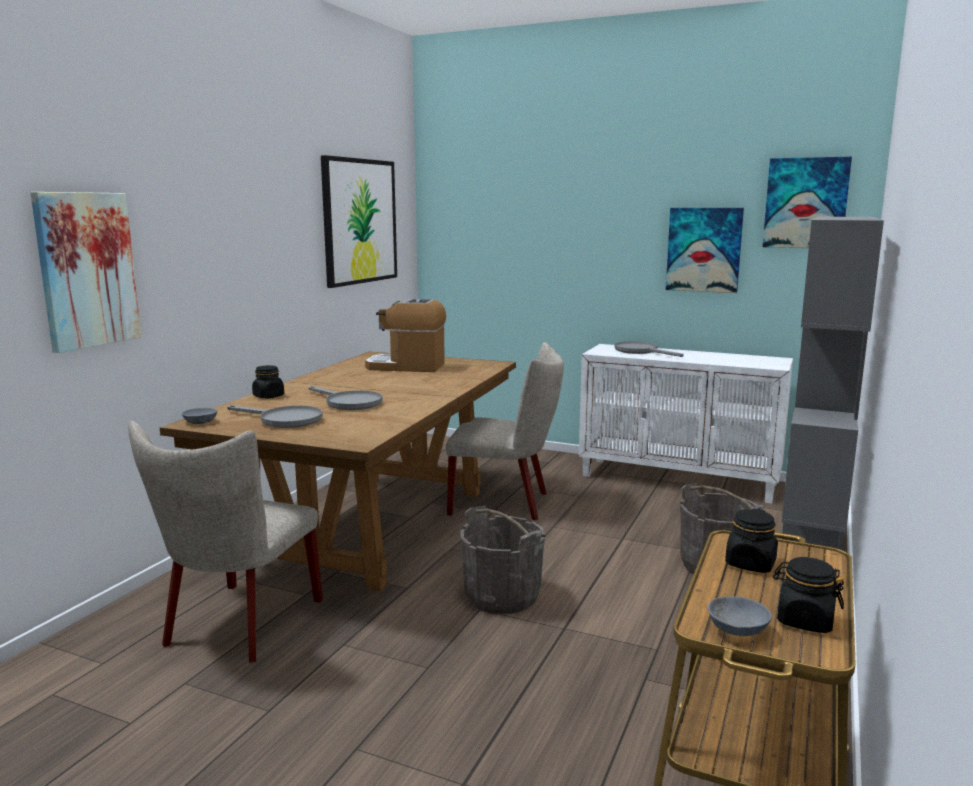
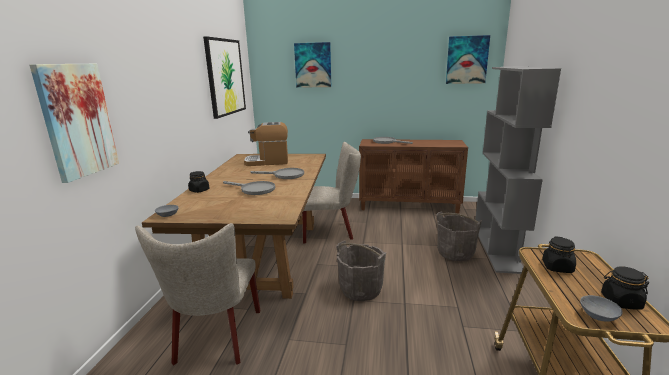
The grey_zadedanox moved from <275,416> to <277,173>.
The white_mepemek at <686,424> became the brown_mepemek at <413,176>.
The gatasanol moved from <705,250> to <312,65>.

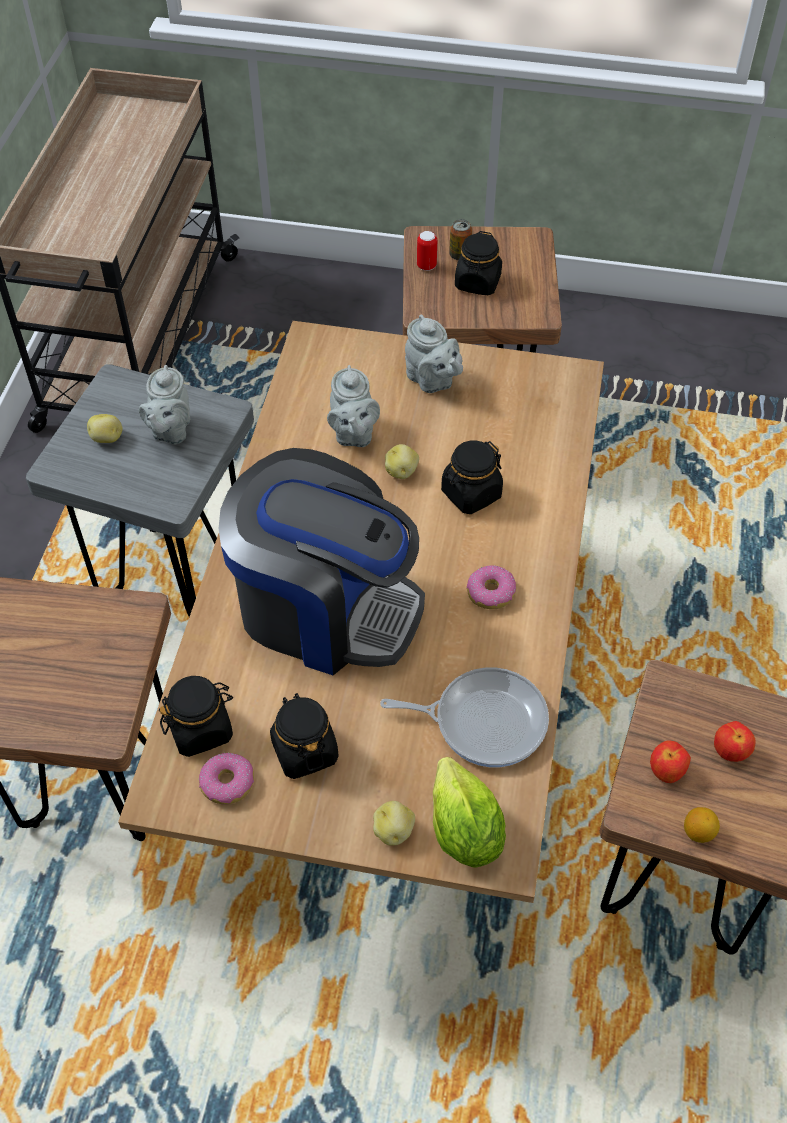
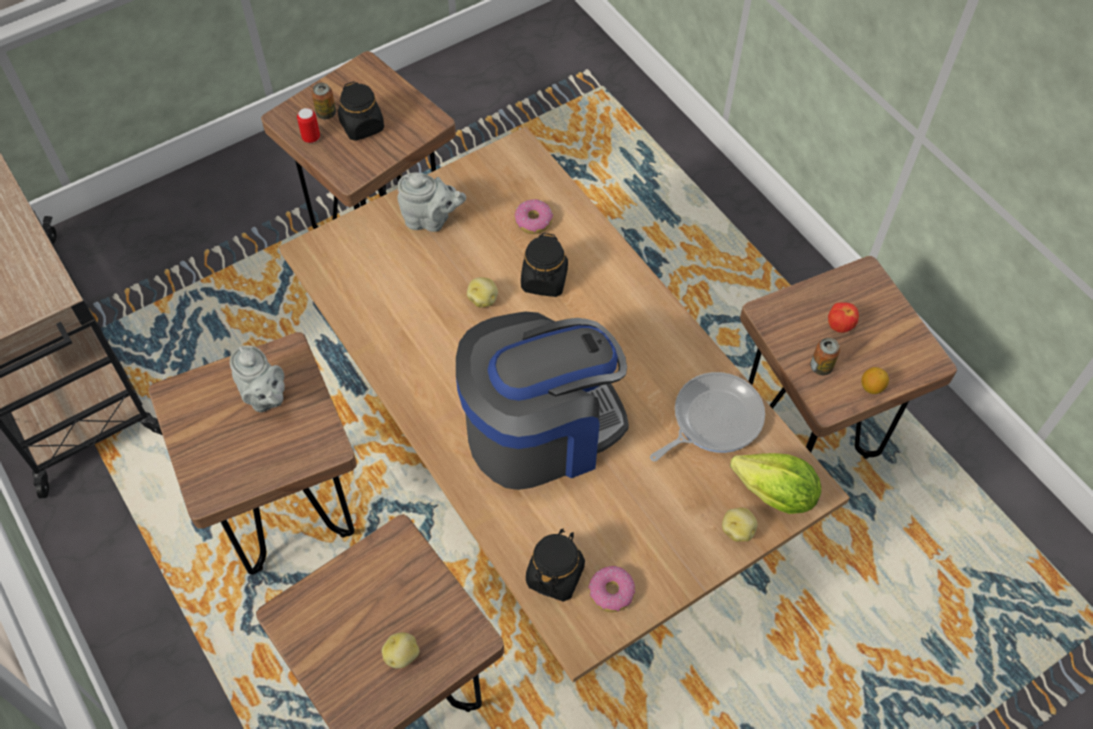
The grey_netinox at <140,490> became the brown_netinox at <252,453>.
The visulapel moved from <105,428> to <401,650>.
The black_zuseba at <304,736> disappeared.
The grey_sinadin at <353,406> disappeared.
The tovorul moved from <491,587> to <533,216>.
The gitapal at <670,762> was replaced by the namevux at <825,356>.

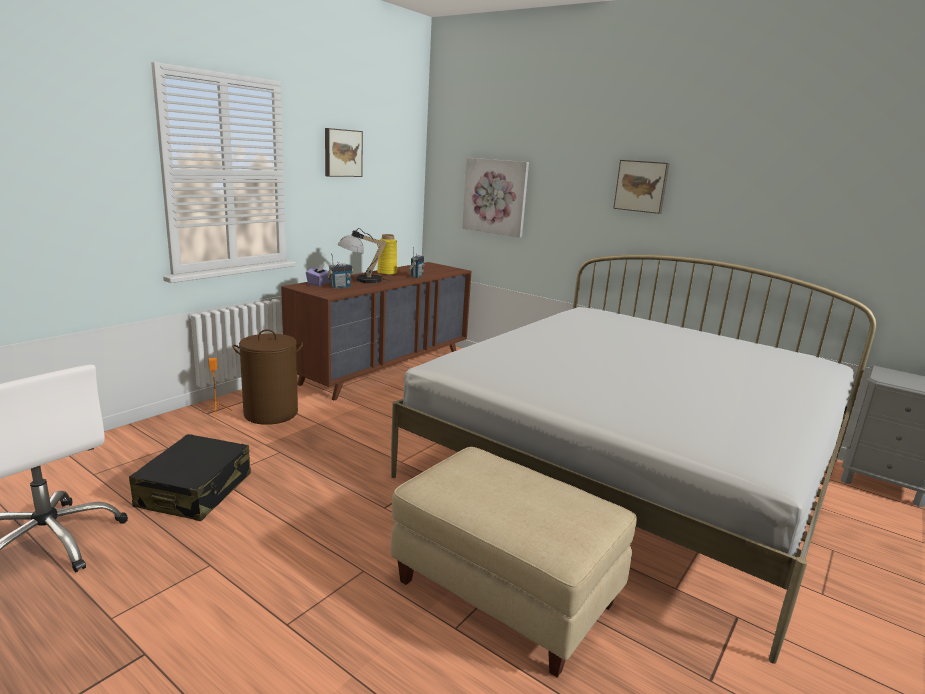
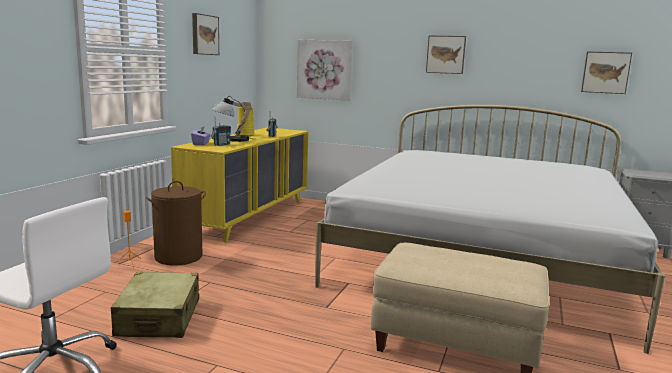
The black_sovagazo at <190,477> became the beige_sovagazo at <155,305>.
The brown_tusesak at <376,331> became the yellow_tusesak at <240,184>.
The gatasanol at <606,72> appeared.

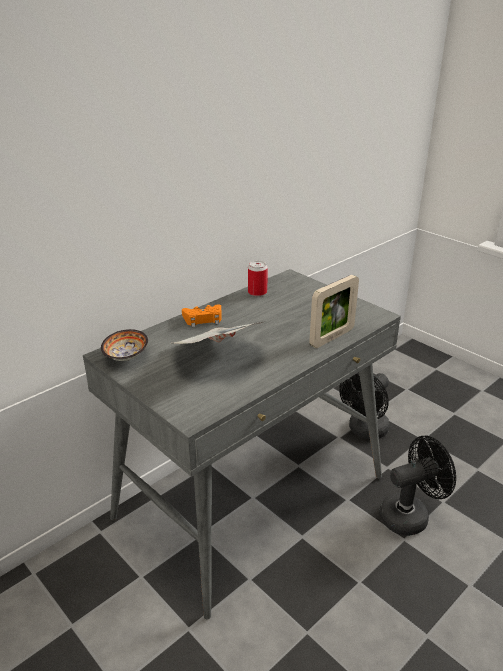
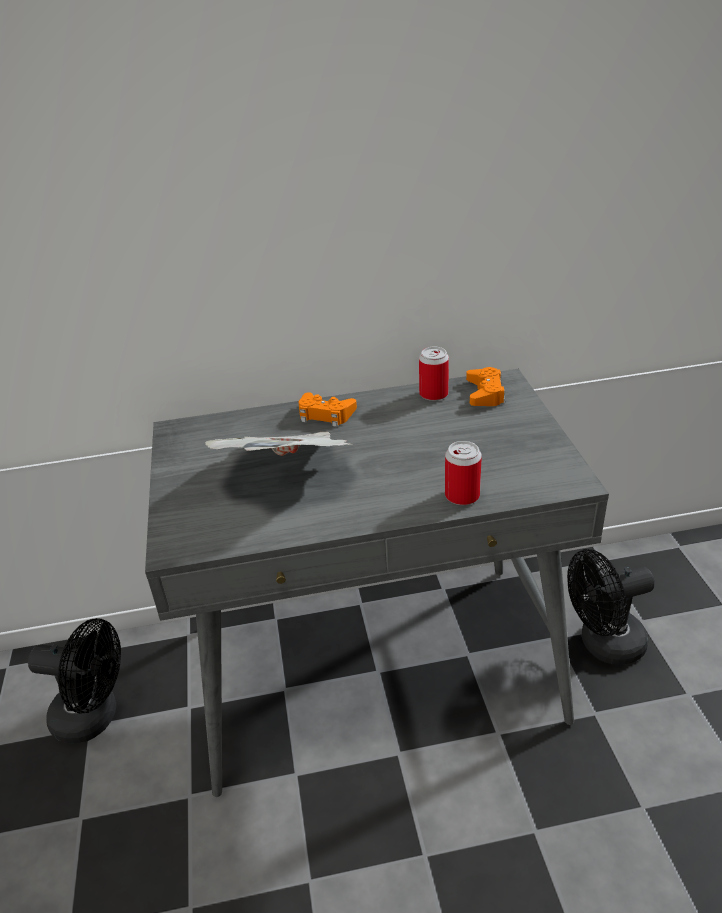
The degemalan at <124,345> disappeared.
The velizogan at <334,311> was replaced by the namevux at <463,473>.
The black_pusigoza moved from <417,486> to <74,680>.
The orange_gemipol at <485,386> appeared.

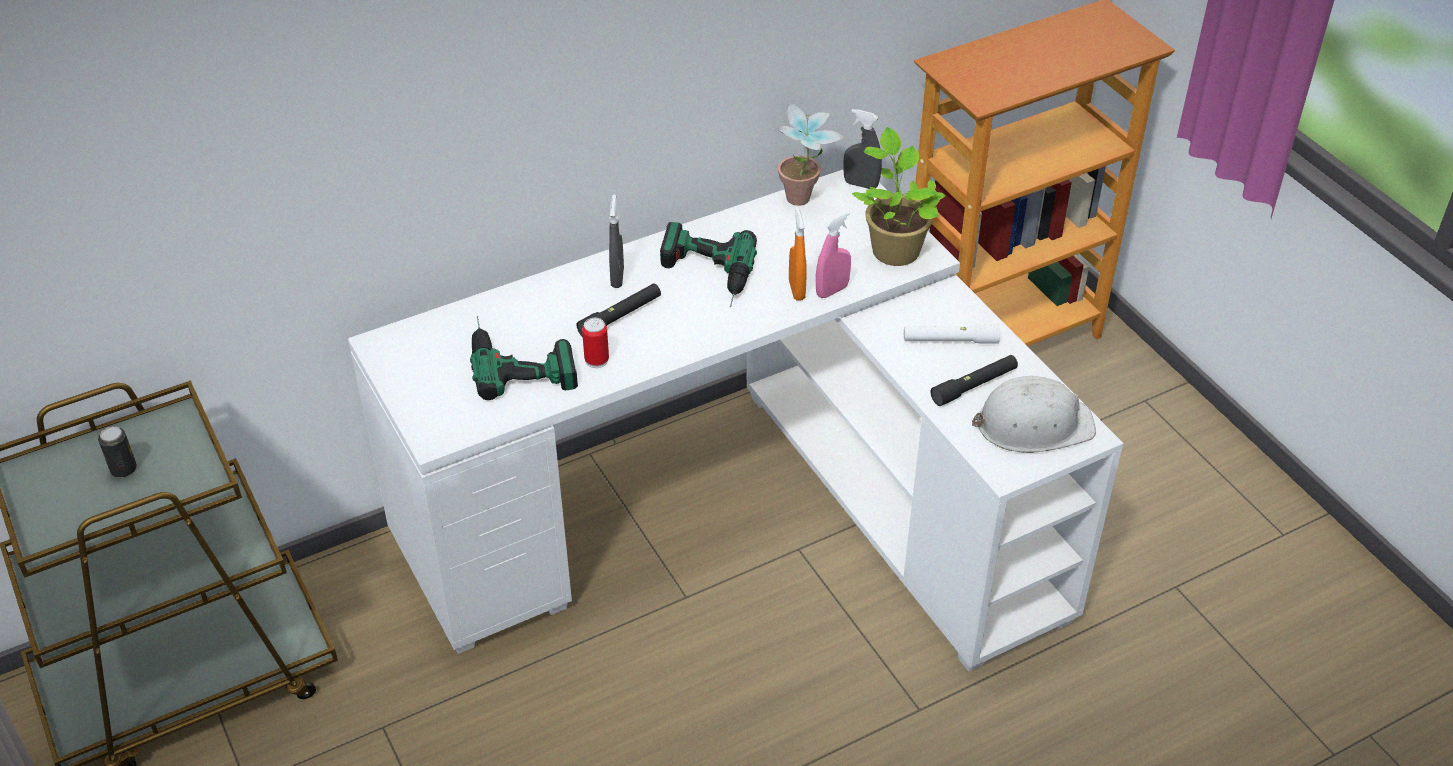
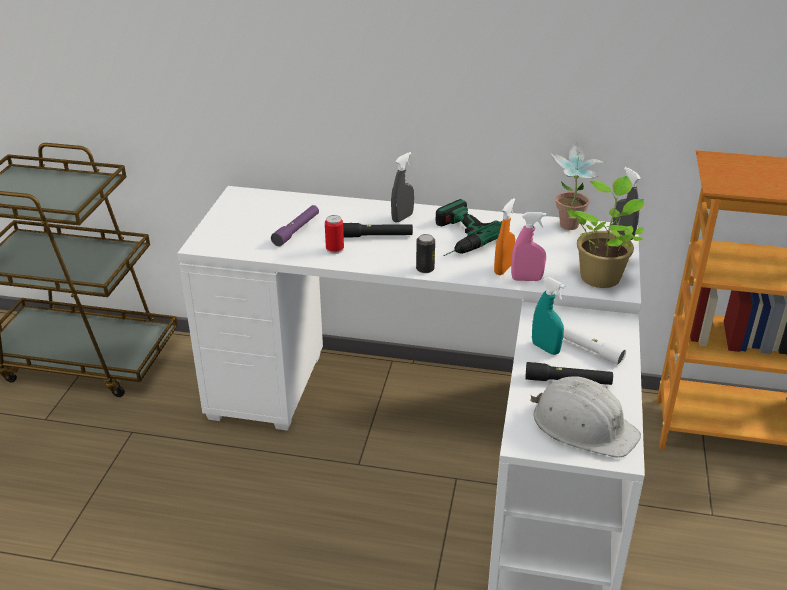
The namevux moved from <117,452> to <425,253>.
The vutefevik at <524,358> was replaced by the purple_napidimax at <295,225>.
The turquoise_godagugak at <549,316> appeared.

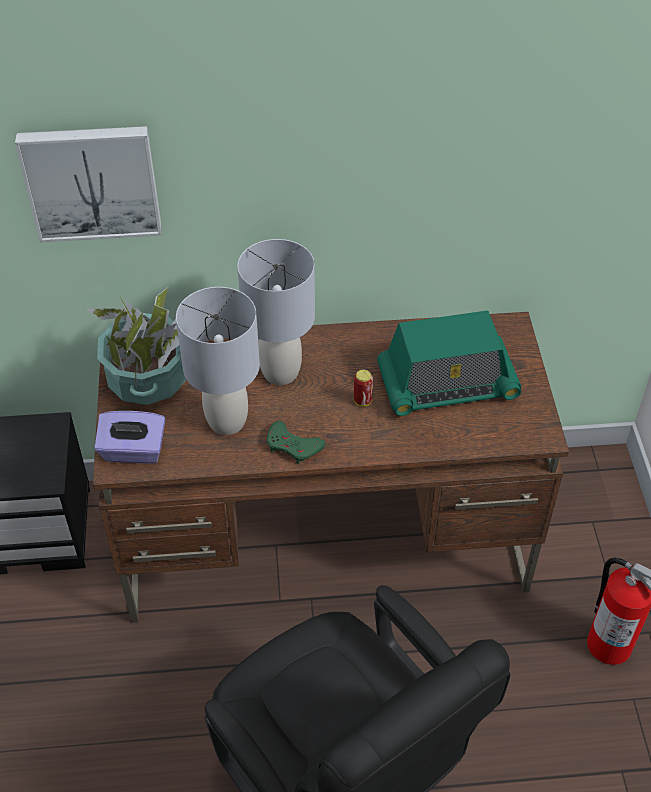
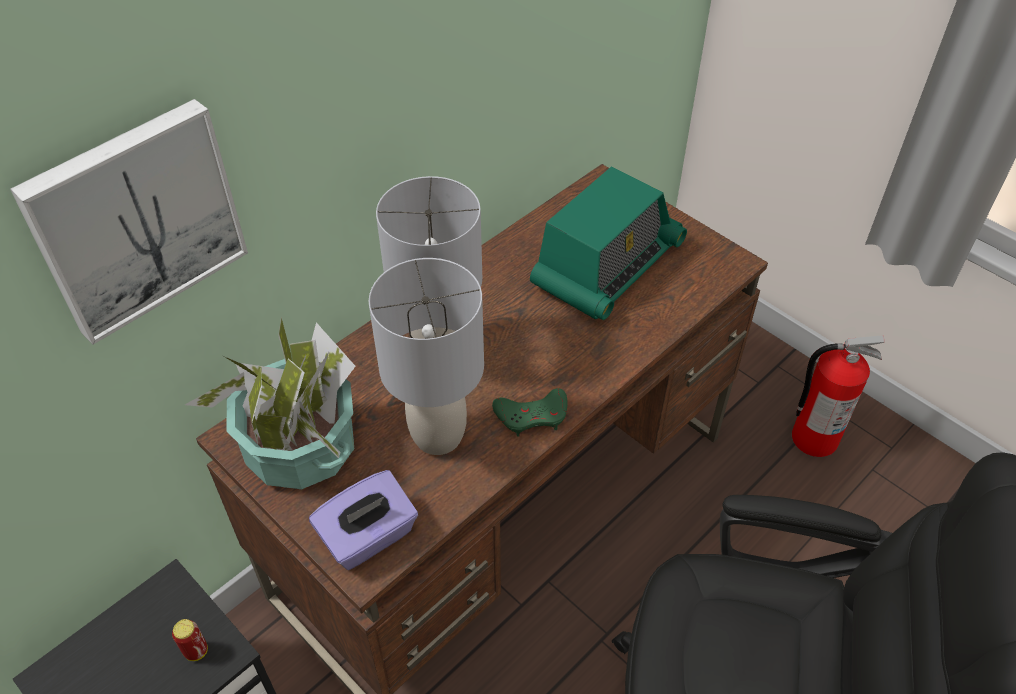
The namevux moved from <363,388> to <190,640>.

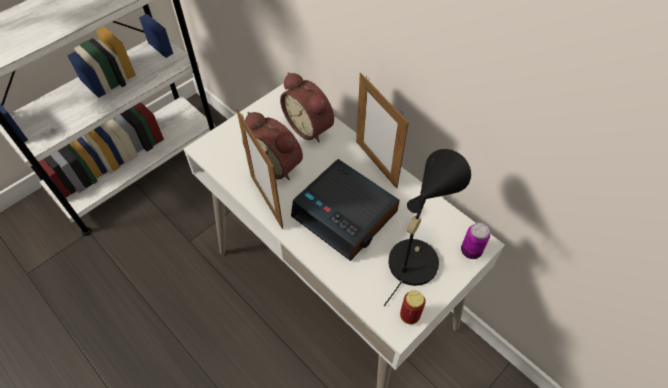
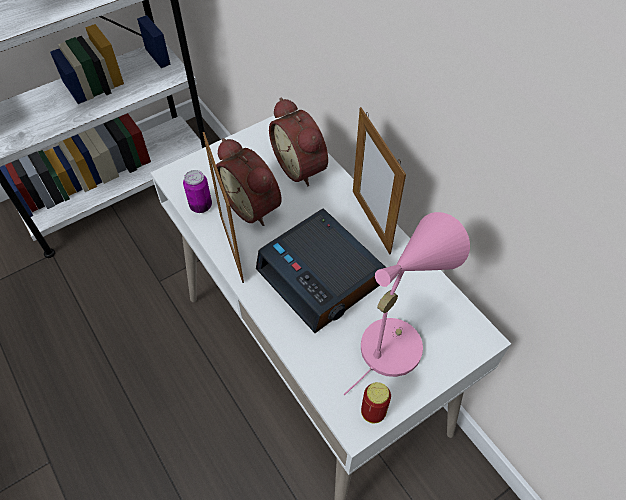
The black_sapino at <427,227> became the pink_sapino at <406,304>.
The namevux moved from <475,241> to <197,191>.

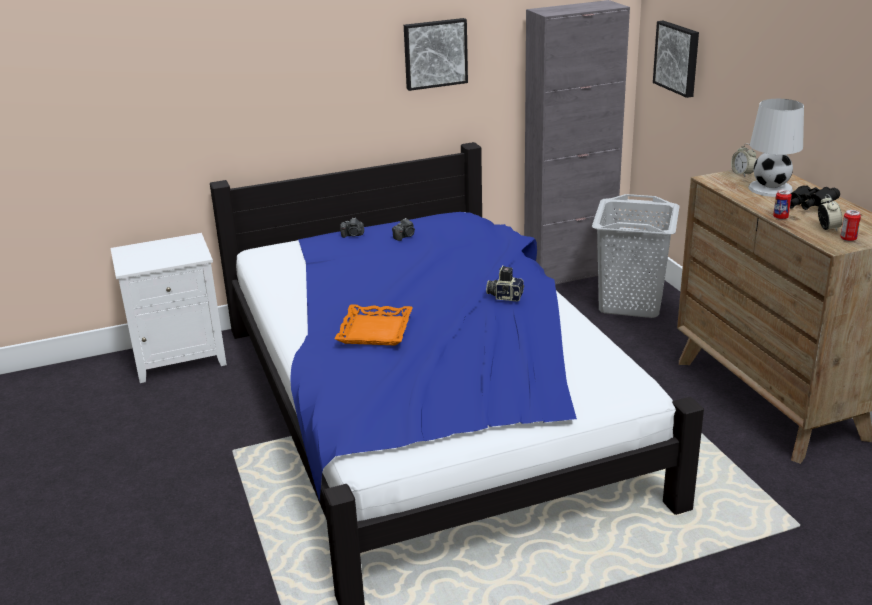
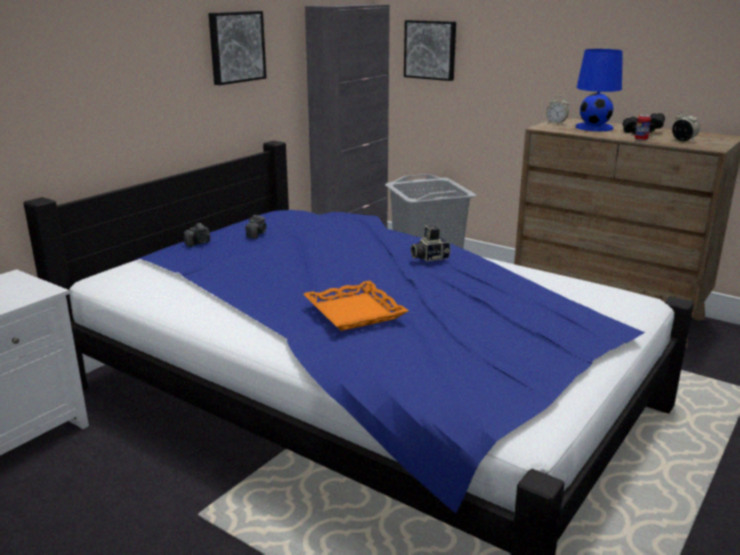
The white_sapino at <776,148> became the blue_sapino at <599,90>.
The namevux at <850,226> disappeared.

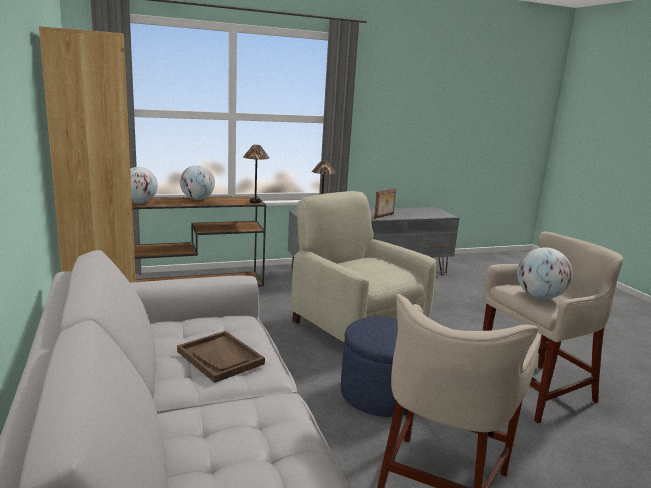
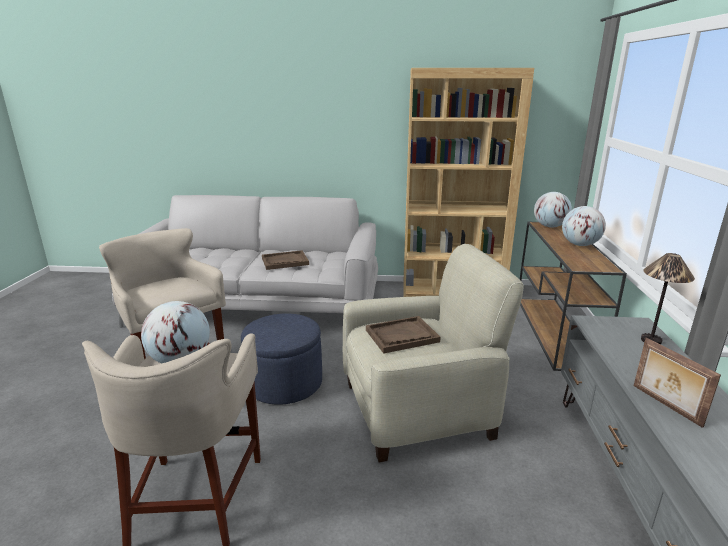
The sapino at <256,174> disappeared.
The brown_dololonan at <403,335> appeared.

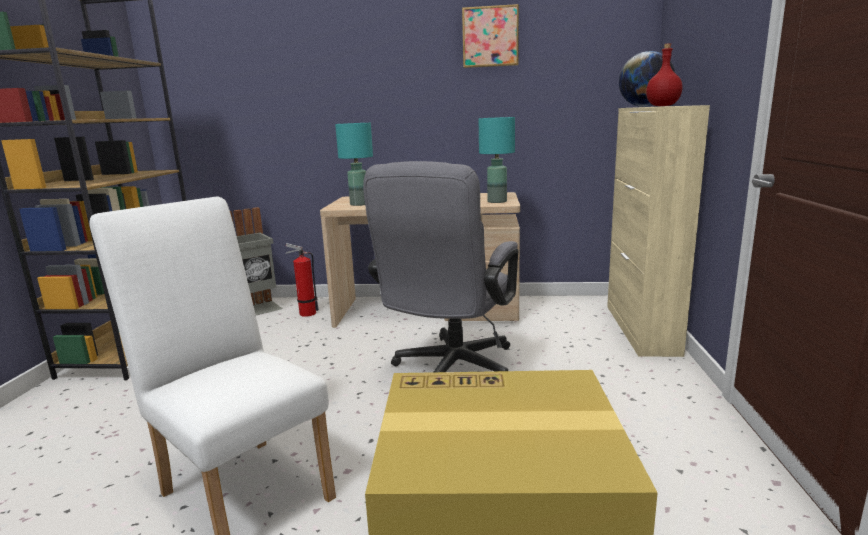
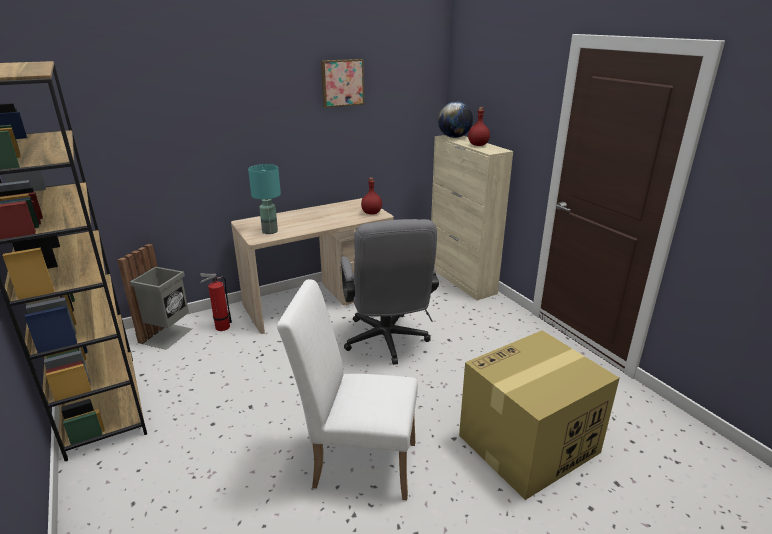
The turquoise_sapino at <497,160> was replaced by the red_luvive at <371,196>.

